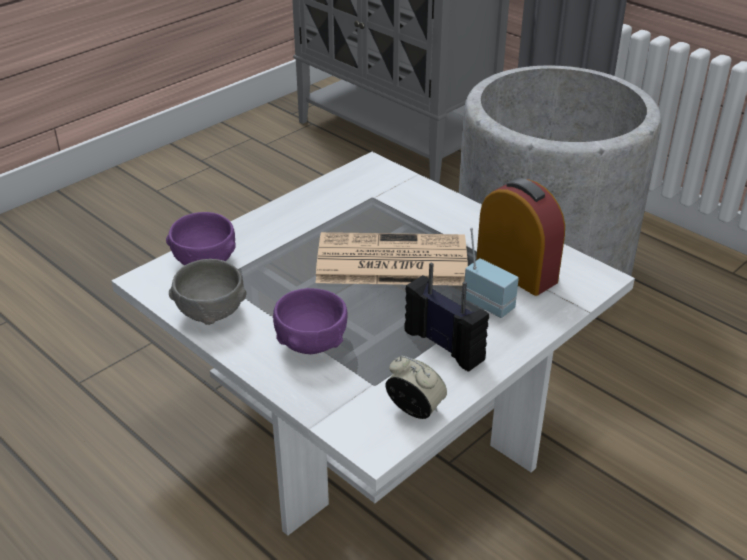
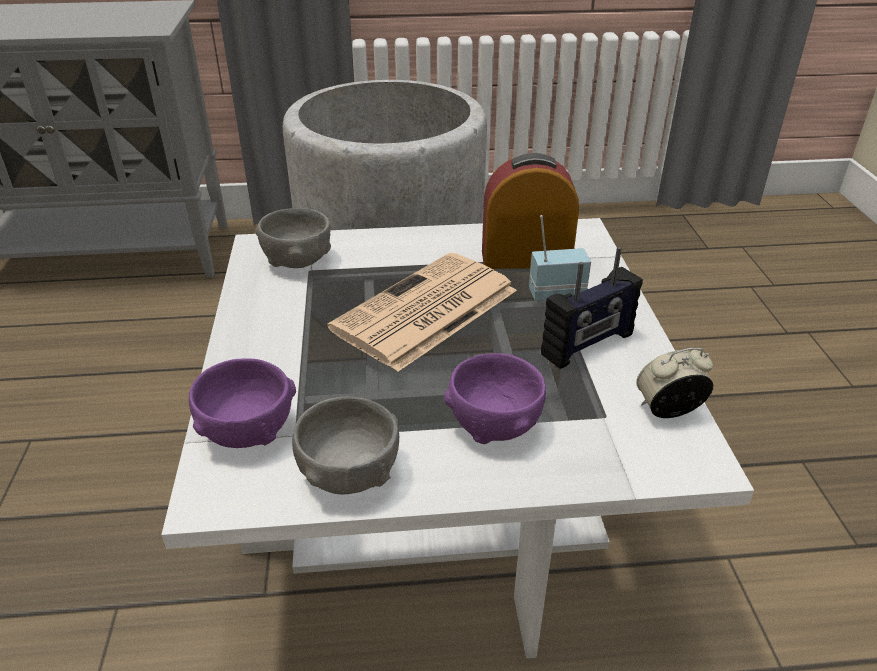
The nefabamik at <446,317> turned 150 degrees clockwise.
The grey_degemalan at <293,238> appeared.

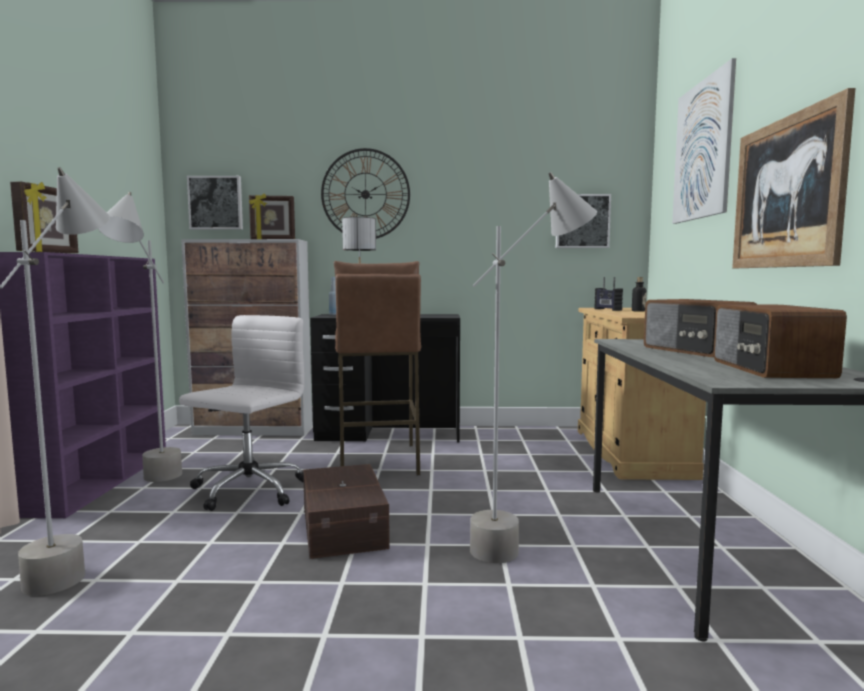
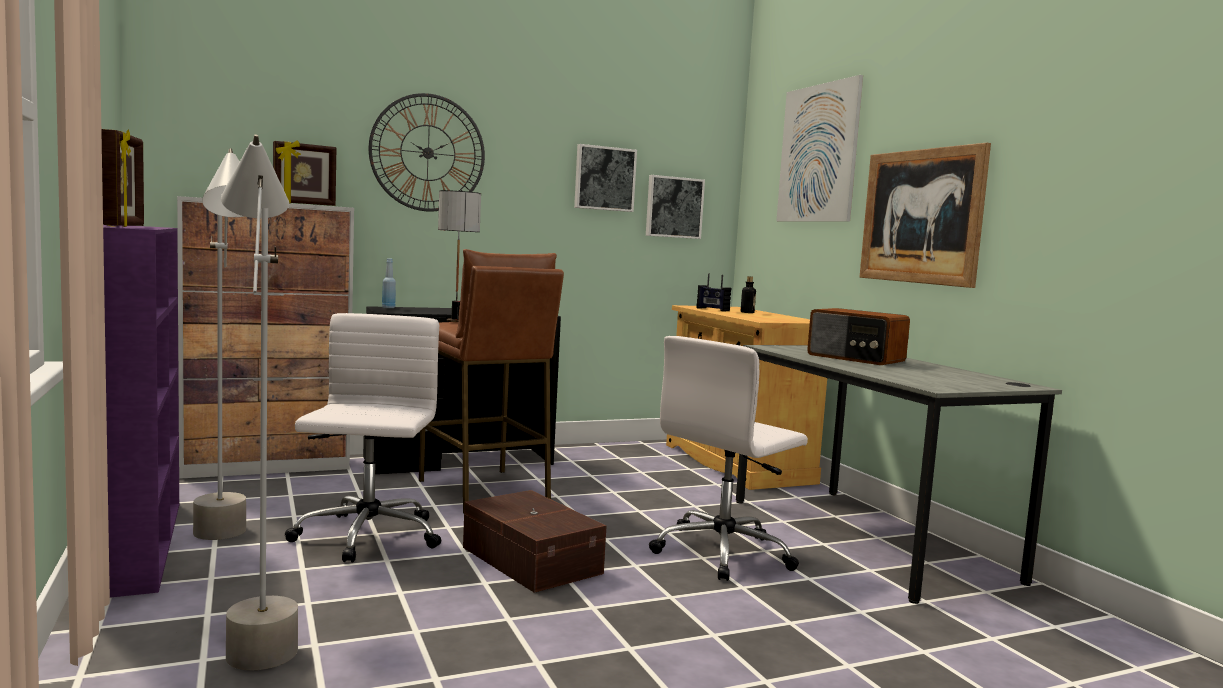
The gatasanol moved from <215,203> to <605,178>.
The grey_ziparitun at <533,367> was replaced by the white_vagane at <728,458>.
The nefabamik at <780,341> disappeared.

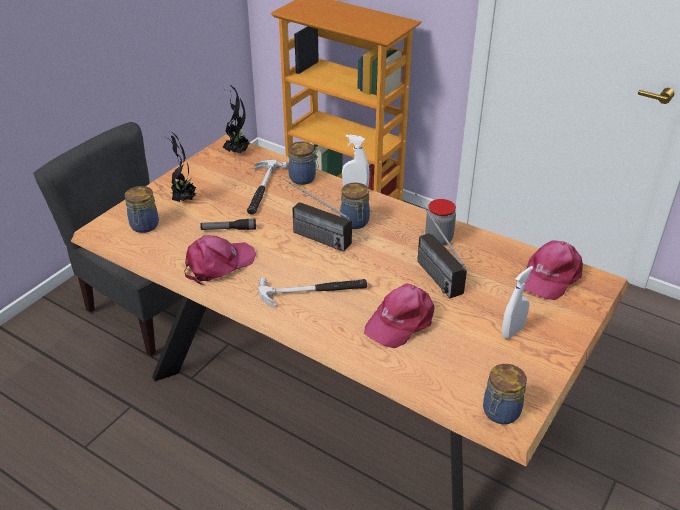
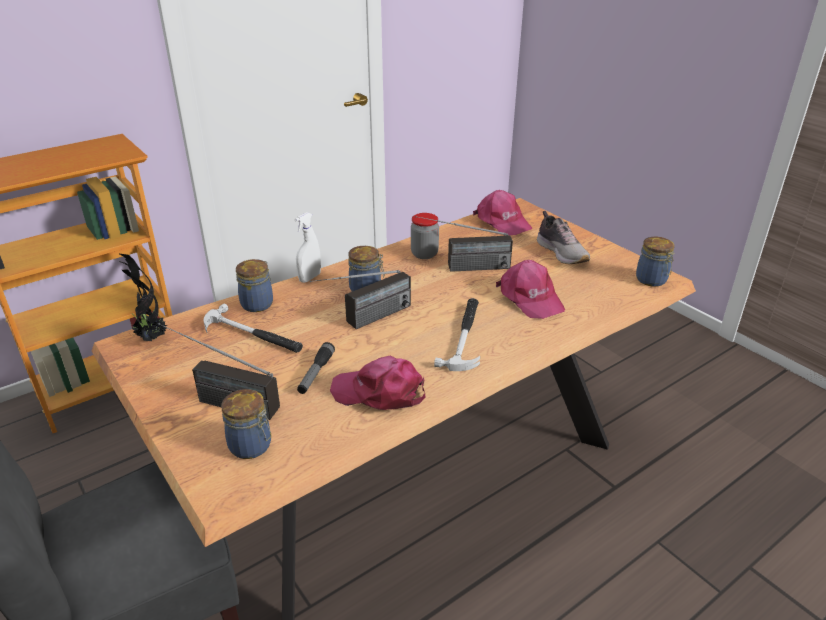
The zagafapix at <182,167> was replaced by the nefabamik at <219,371>.
The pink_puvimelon at <220,260> turned 60 degrees counterclockwise.
The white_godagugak at <517,302> was replaced by the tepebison at <563,237>.

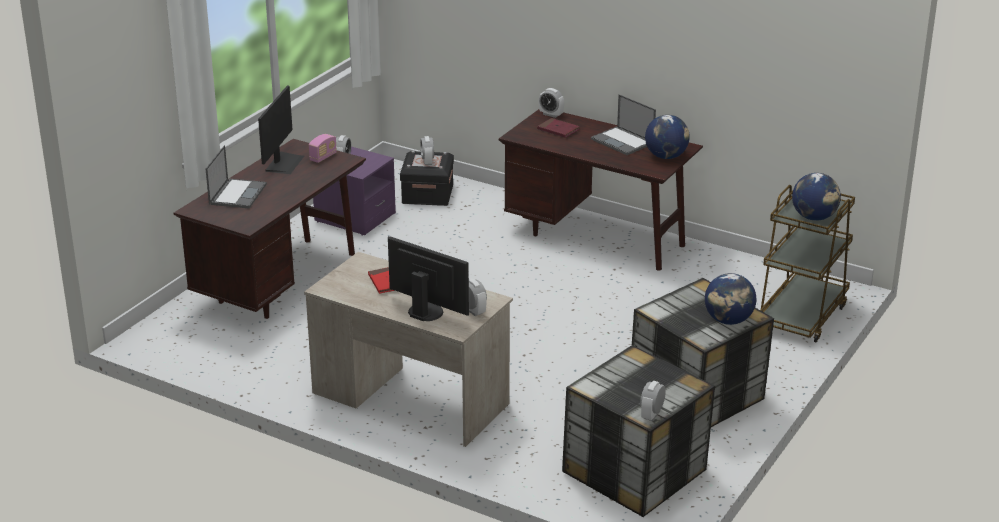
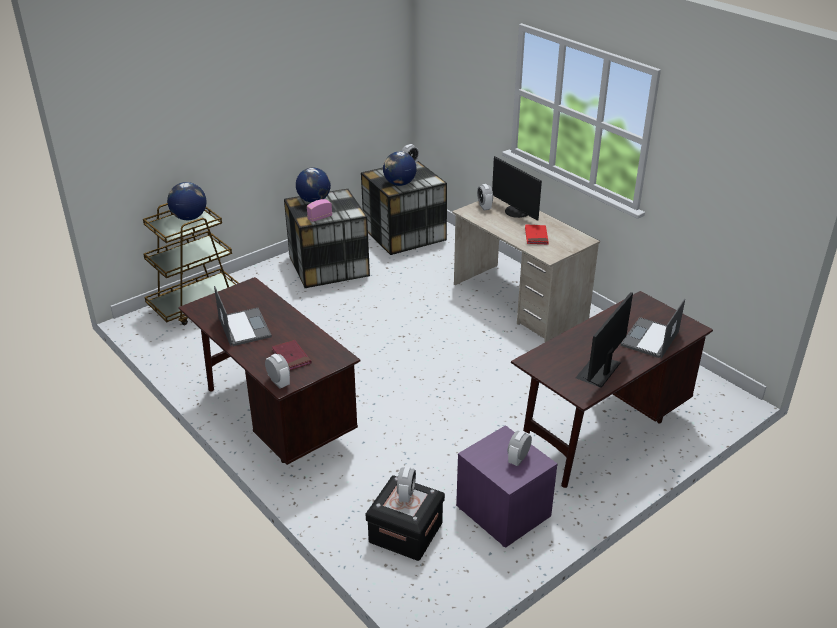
The nefabamik moved from <323,148> to <319,210>.
The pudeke moved from <667,137> to <400,169>.

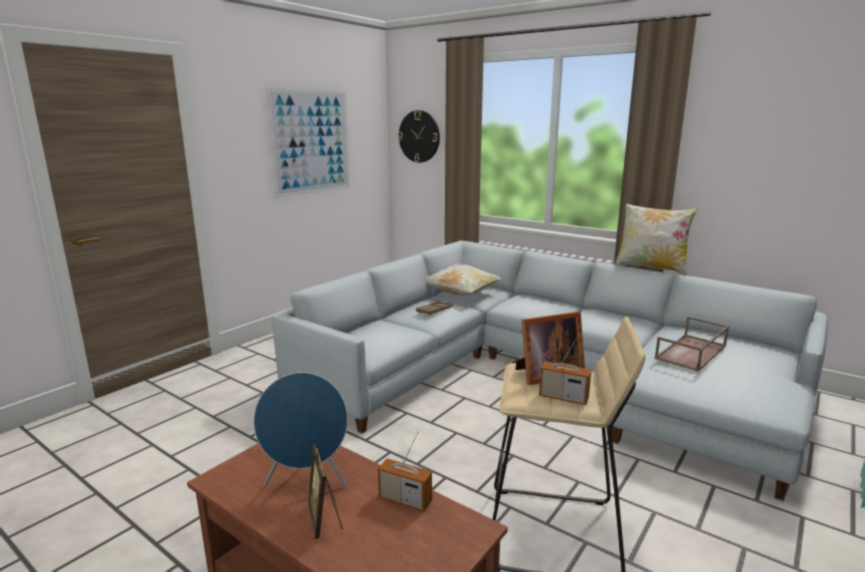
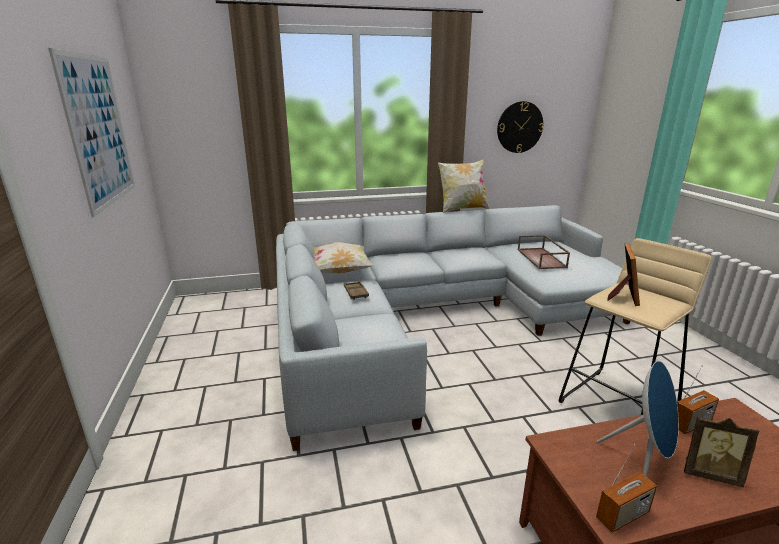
The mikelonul moved from <419,136> to <520,127>.
The nefabamik moved from <565,368> to <626,488>.

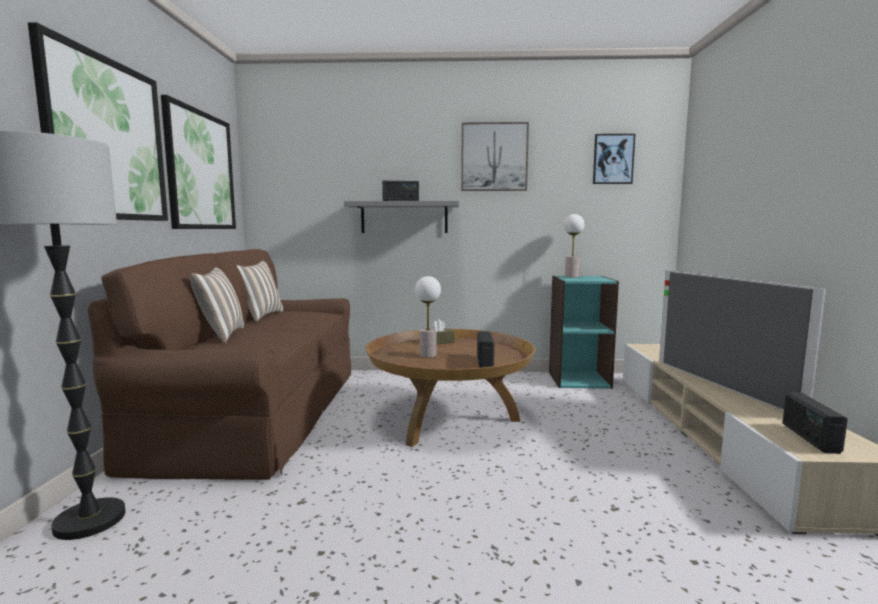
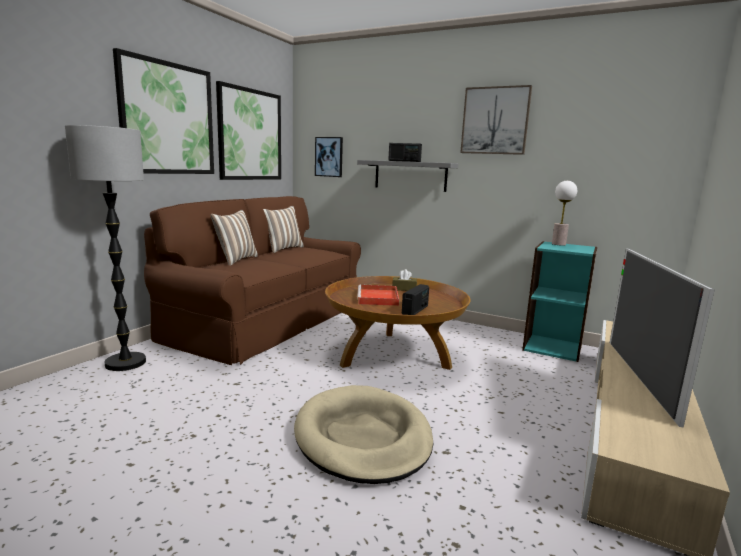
The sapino at <428,317> was replaced by the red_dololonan at <378,295>.
The gatasanol moved from <614,159> to <329,157>.
The nefabamik at <815,423> disappeared.
The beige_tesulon at <364,434> appeared.

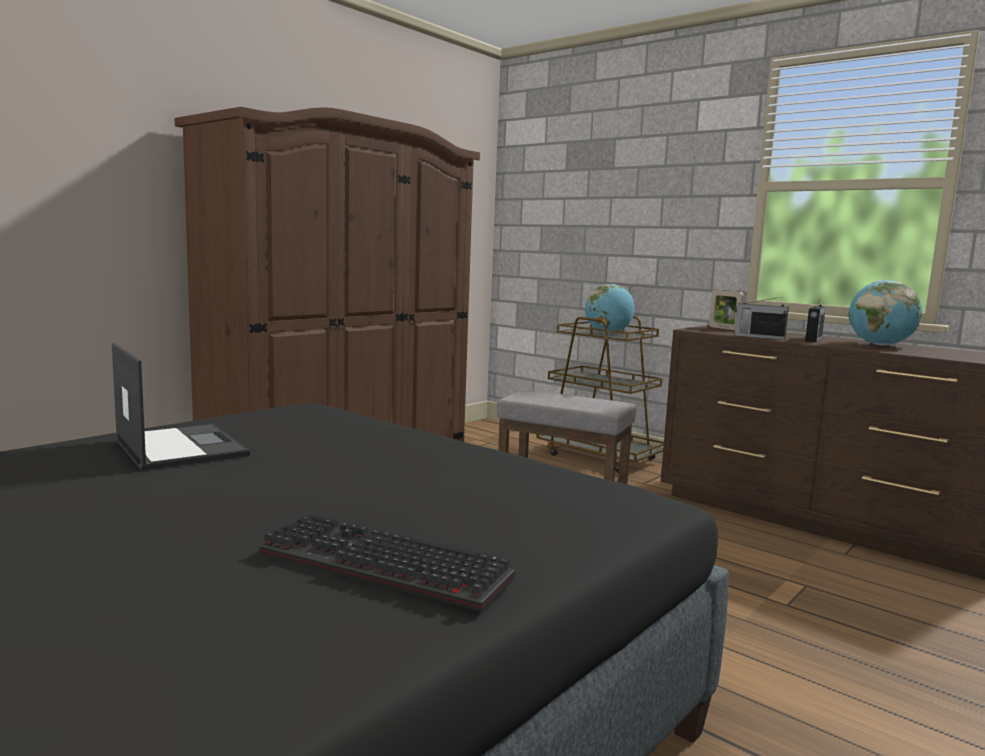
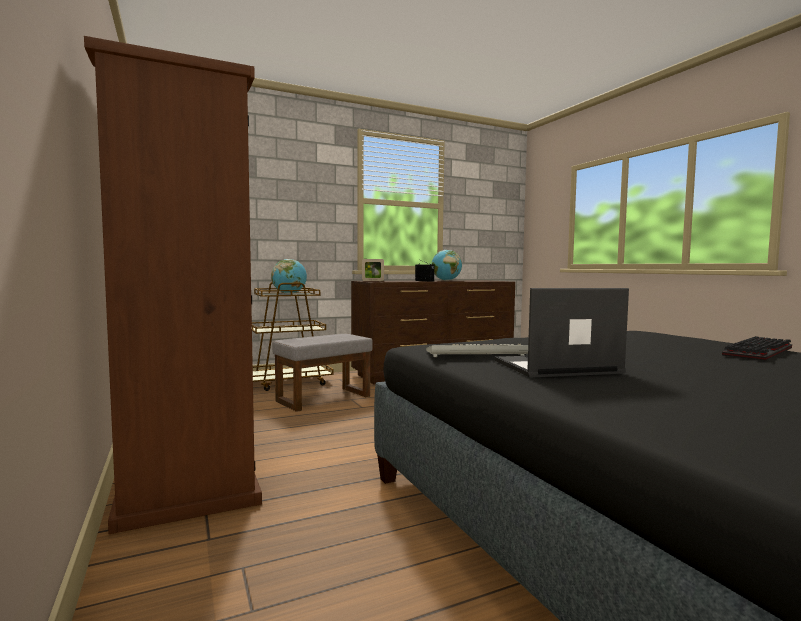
The nefabamik at <761,318> disappeared.
The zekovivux at <477,350> appeared.

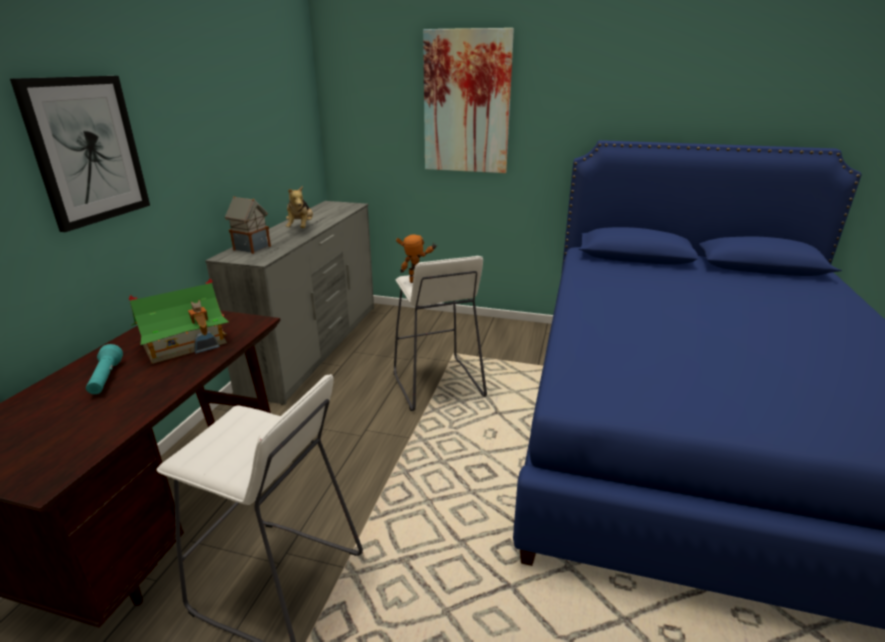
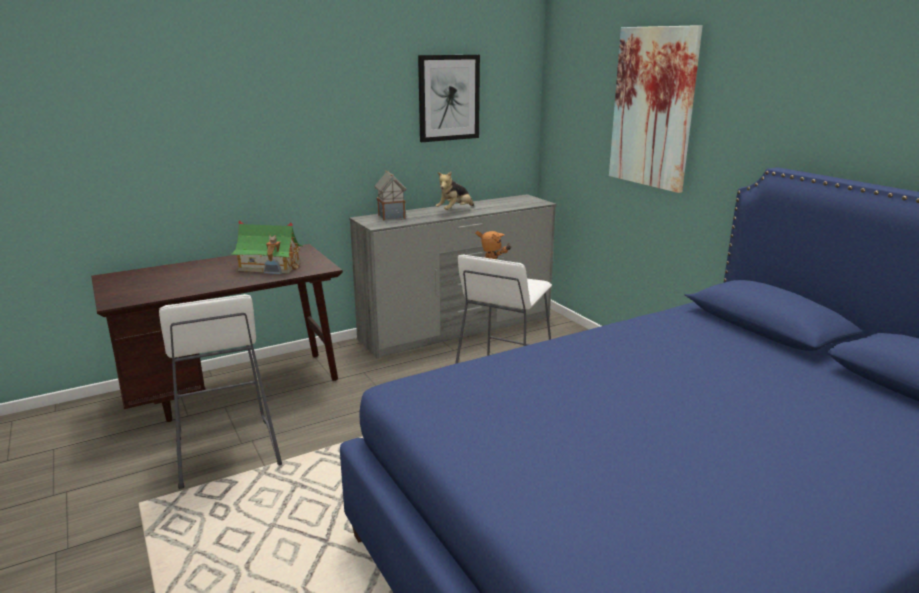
The gatasanol moved from <80,154> to <449,98>.
The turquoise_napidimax at <104,369> disappeared.

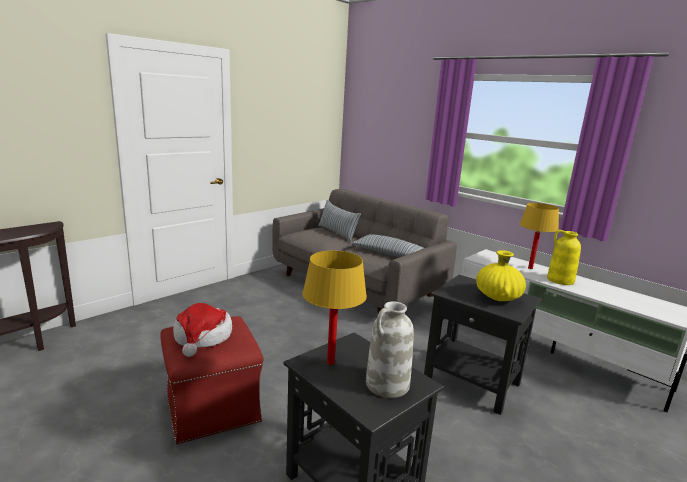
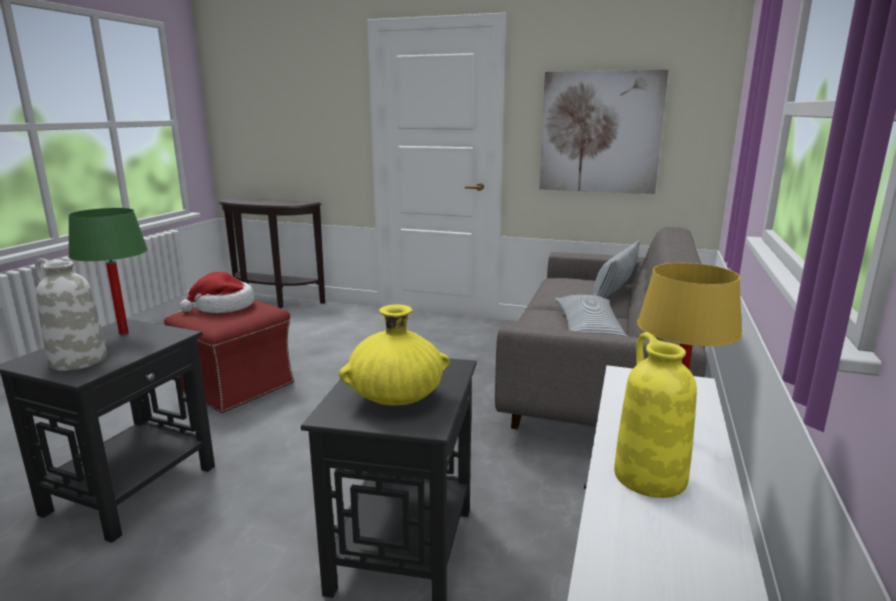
The yellow_sapino at <334,307> became the green_sapino at <108,271>.
The gatasanol at <603,132> appeared.

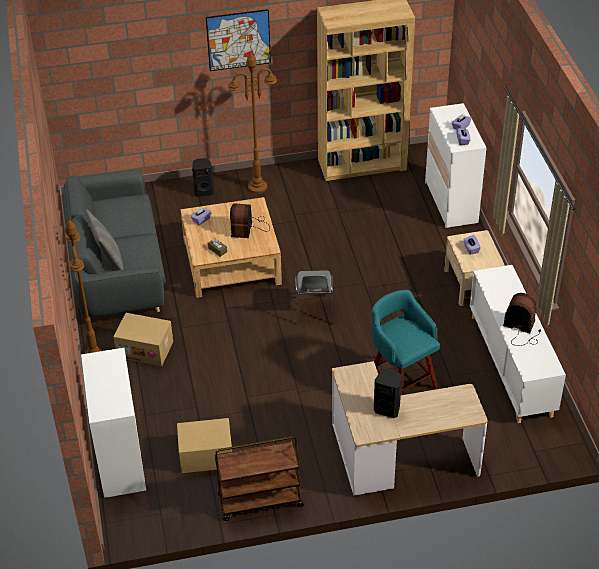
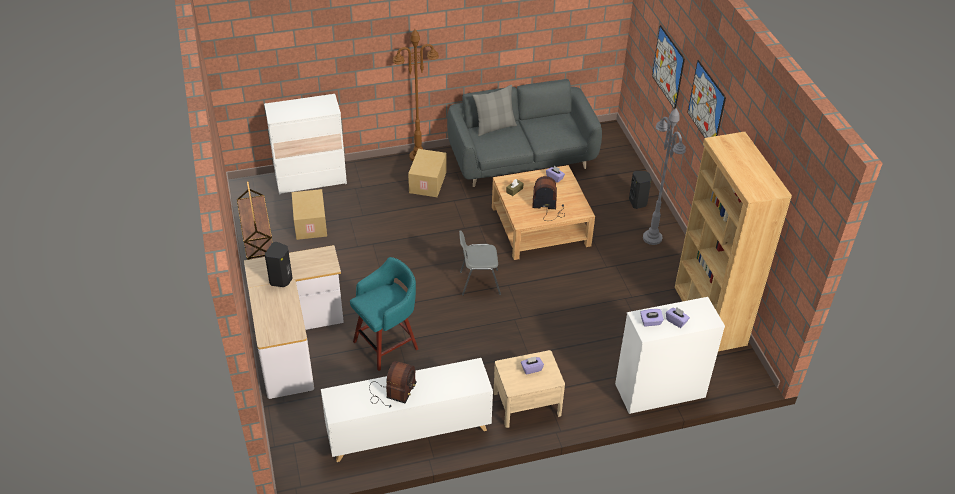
The brown_ziparitun at <252,123> became the grey_ziparitun at <664,176>.
The gatasanol at <668,67> appeared.

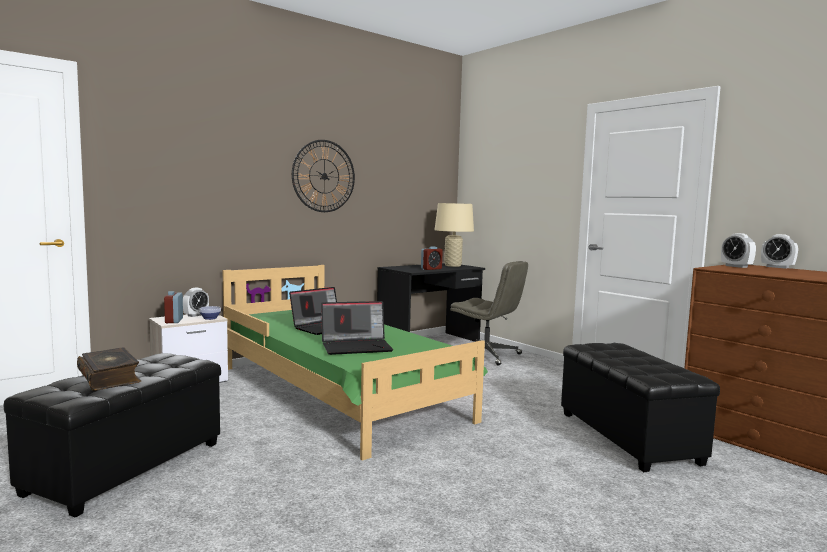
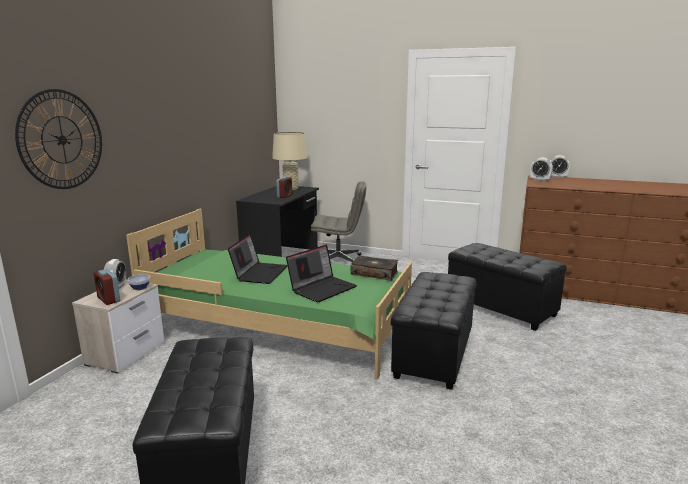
The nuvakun moved from <109,369> to <374,268>.
The mikelonul moved from <323,176> to <58,139>.
The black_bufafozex at <434,331> appeared.

